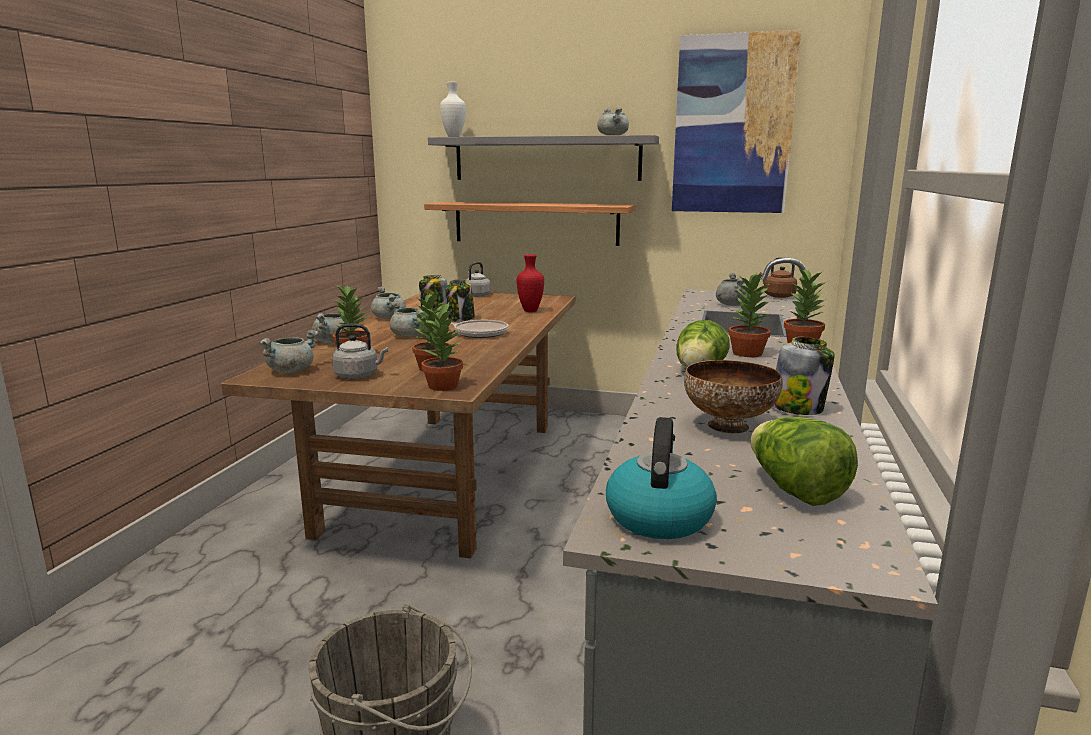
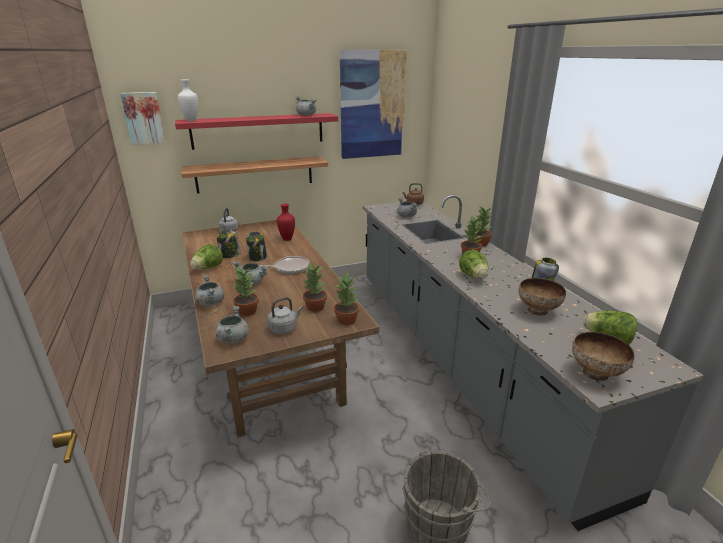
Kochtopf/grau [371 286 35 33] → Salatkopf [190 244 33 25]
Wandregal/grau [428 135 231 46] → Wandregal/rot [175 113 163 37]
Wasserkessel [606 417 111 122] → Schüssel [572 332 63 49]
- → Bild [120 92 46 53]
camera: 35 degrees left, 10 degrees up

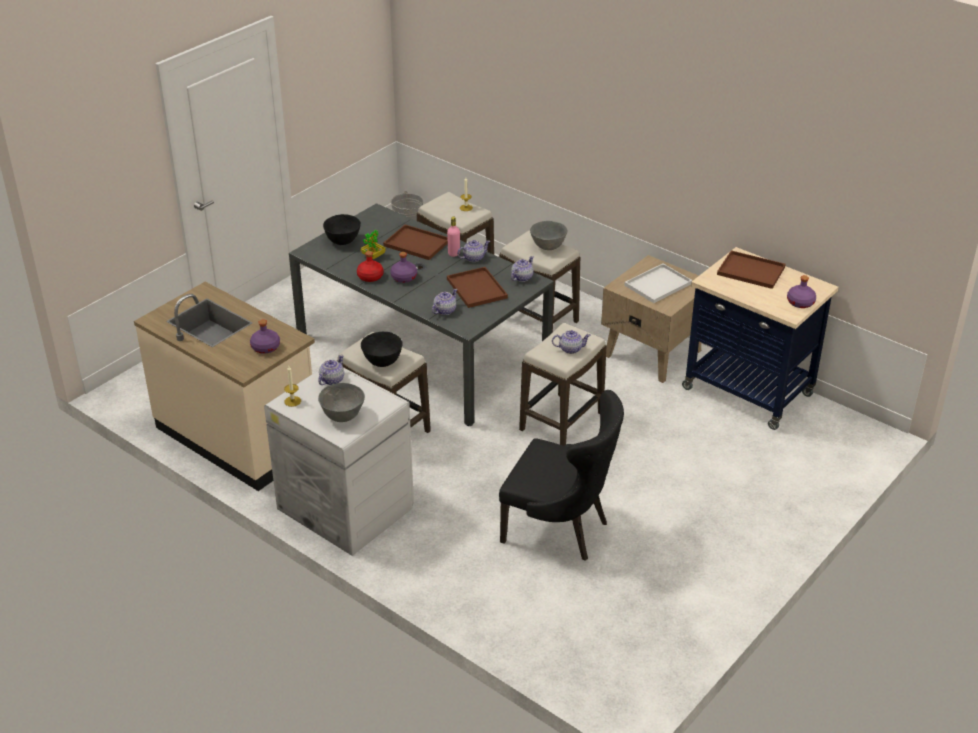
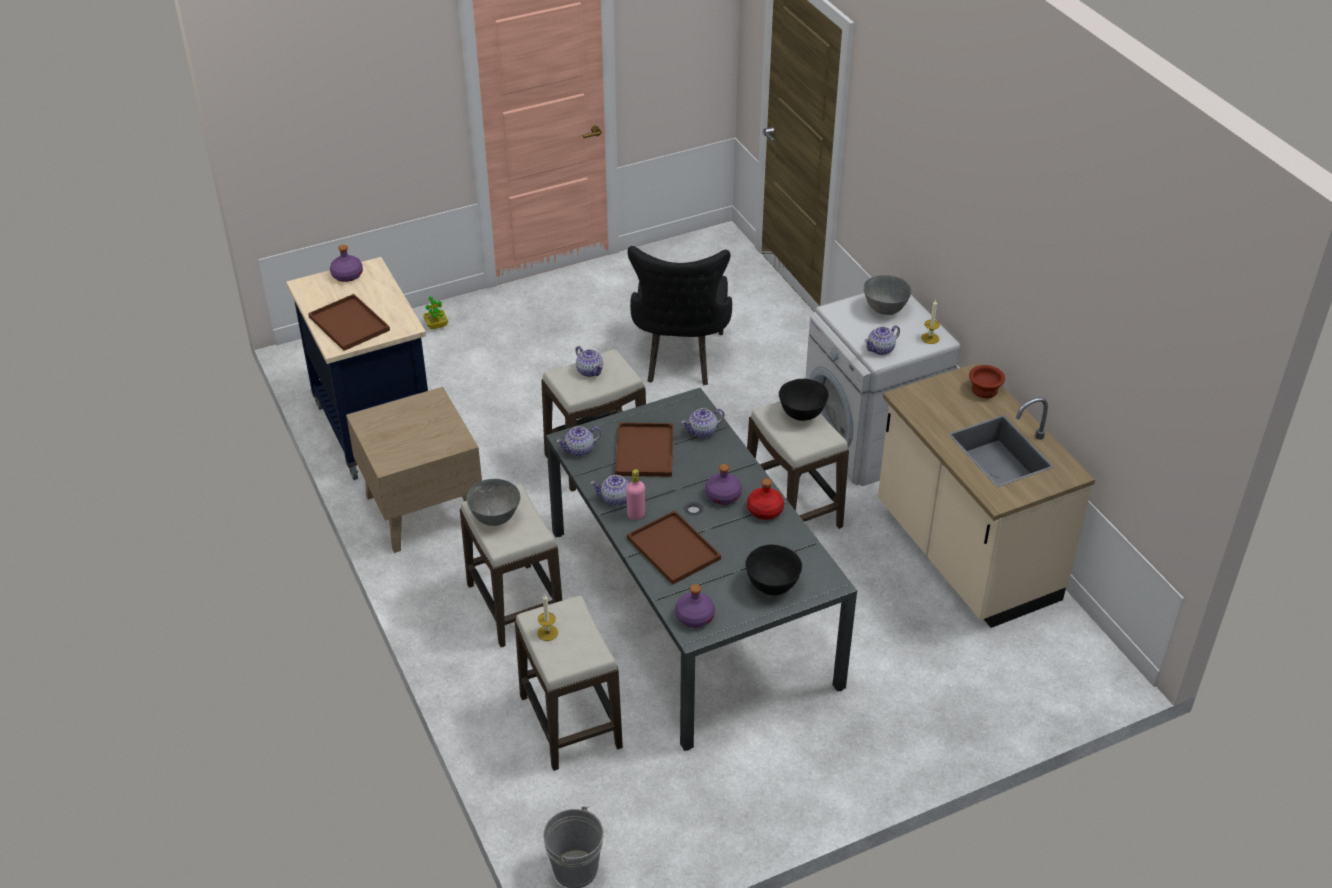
Flasche/lila [250 320 30 34] → Flasche/lila [675 584 40 44], move
Topfpflanze [361 230 25 29] → Topfpflanze [423 296 25 33], move
Stuhl/schwarz [499 390 125 171] → Stuhl/schwarz [628 246 104 139], 135 degrees counterclockwise
Teekanne [552 330 39 24] → Teekanne [575 346 28 31], 150 degrees counterclockwise
Tablett/weiß [624 264 69 39] → -
- → Schüssel/braun [969 365 36 33]
camera: 155 degrees left, 5 degrees up

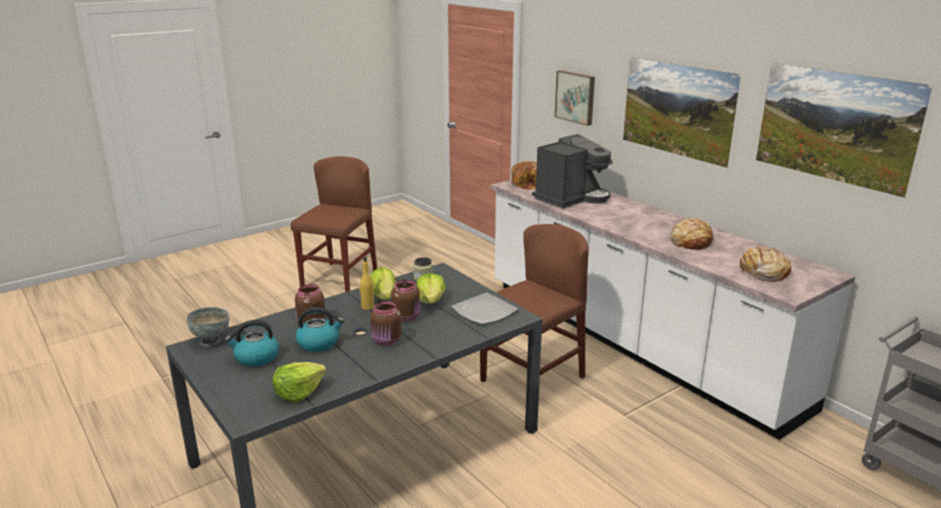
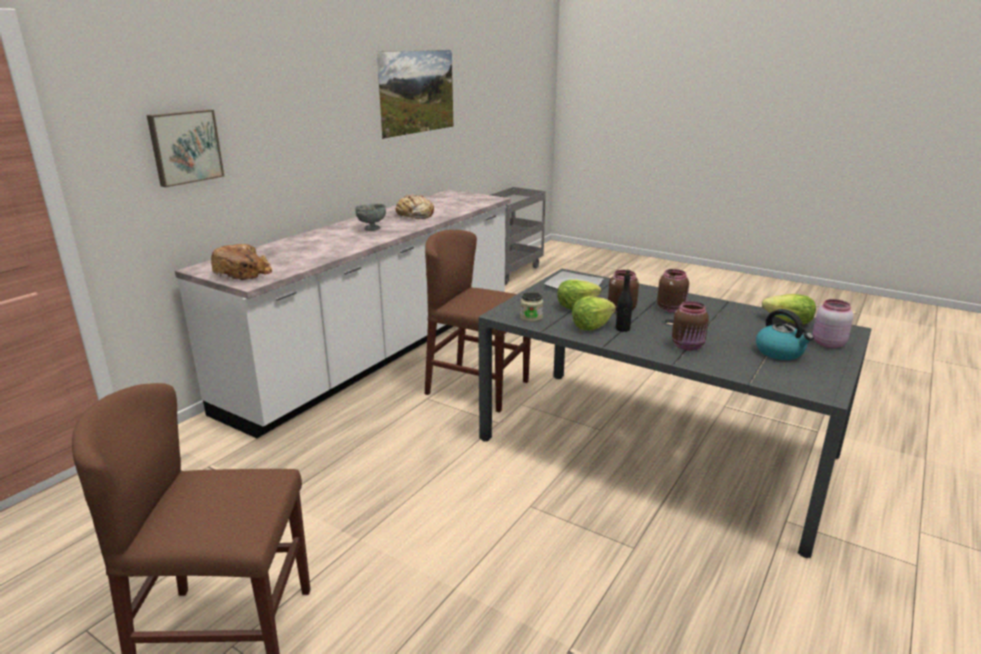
Schüssel/grau [187 307 42 40] → Schüssel/grau [355 204 31 27], move
Wasserkessel [296 307 48 45] → -
Flasche/gelb [360 256 14 54] → Flasche/schwarz [616 269 17 63]
Kaffeemaschine [532 134 81 74] → -
Bild [623 57 118 111] → -
Brot [739 246 52 36] → -
- → Vorratsglas/rosa [813 299 40 49]
camera: 110 degrees left, 0 degrees up

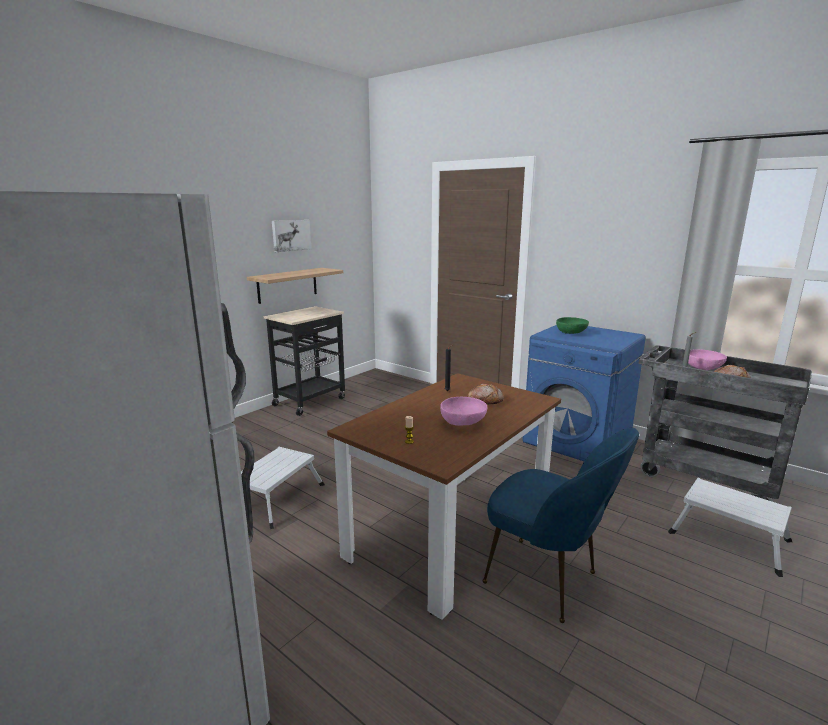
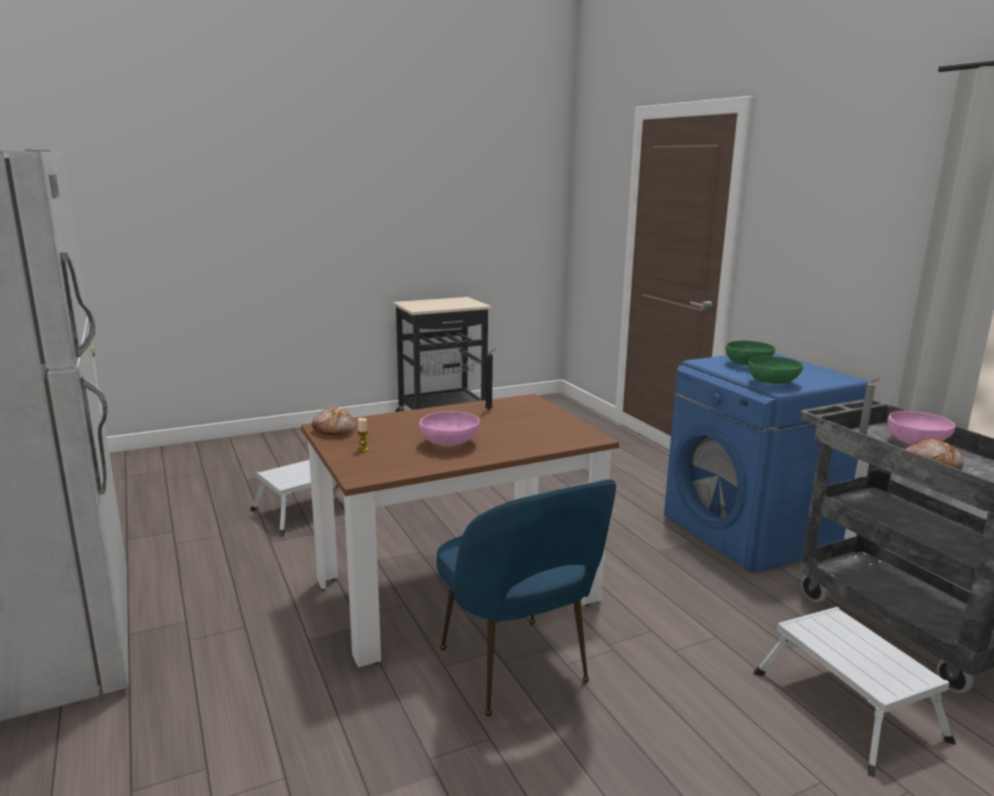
Wandregal [247 268 96 36] → -
Bild [272 220 39 32] → -
Brot [468 384 36 20] → Brot [312 407 44 28], move
- → Schüssel/grün [748 356 55 28]
camera: 25 degrees right, 0 degrees up

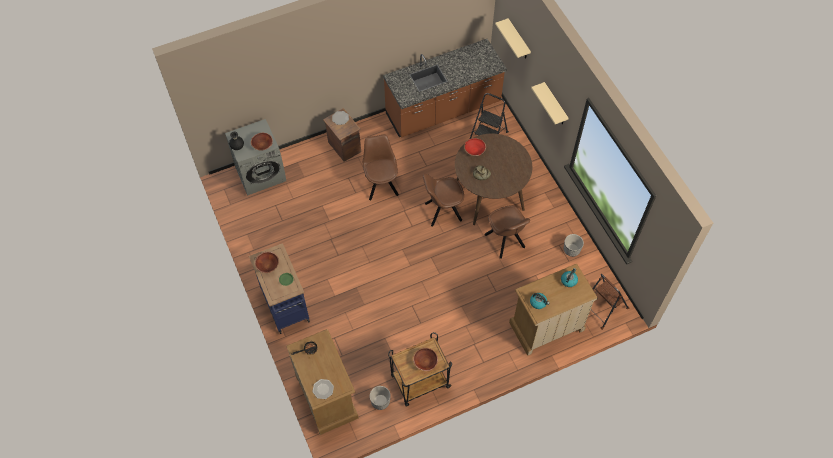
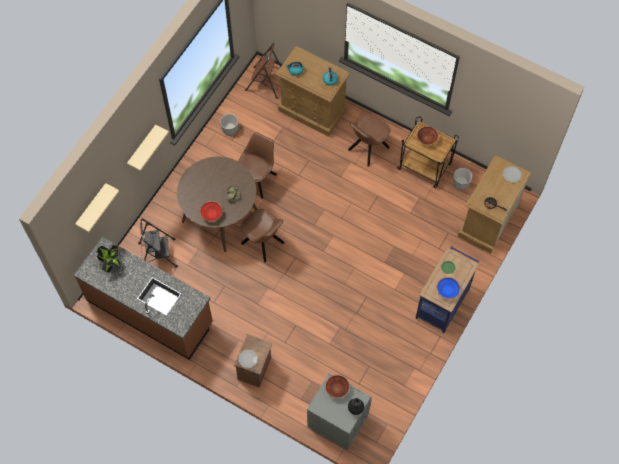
Schüssel/braun [255 252 24 21] → Schüssel/blau [436 277 24 22]
Stuhl/braun [363 135 36 66] → Stuhl/braun [348 114 43 53], move
- → Topfpflanze [97 245 24 28]
camera: 125 degrees left, 5 degrees up

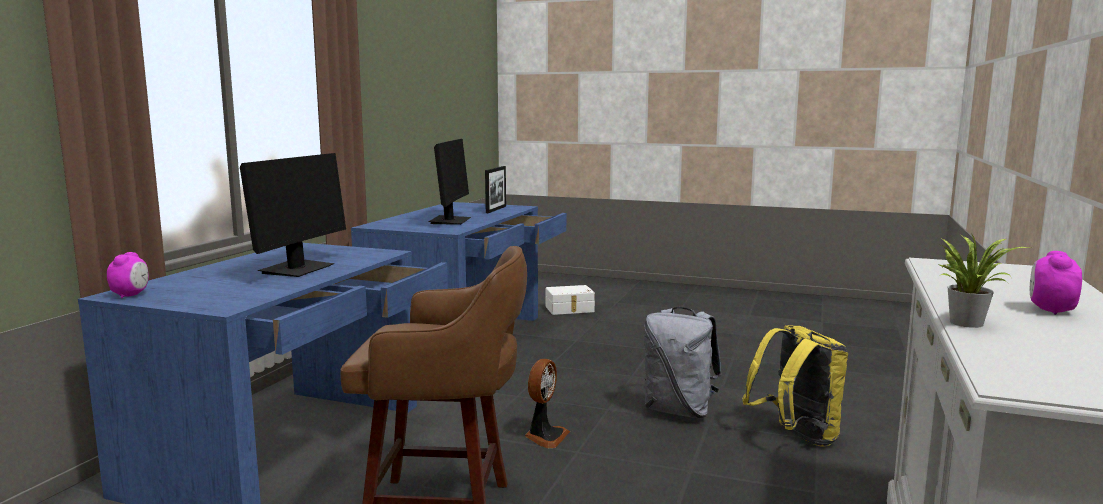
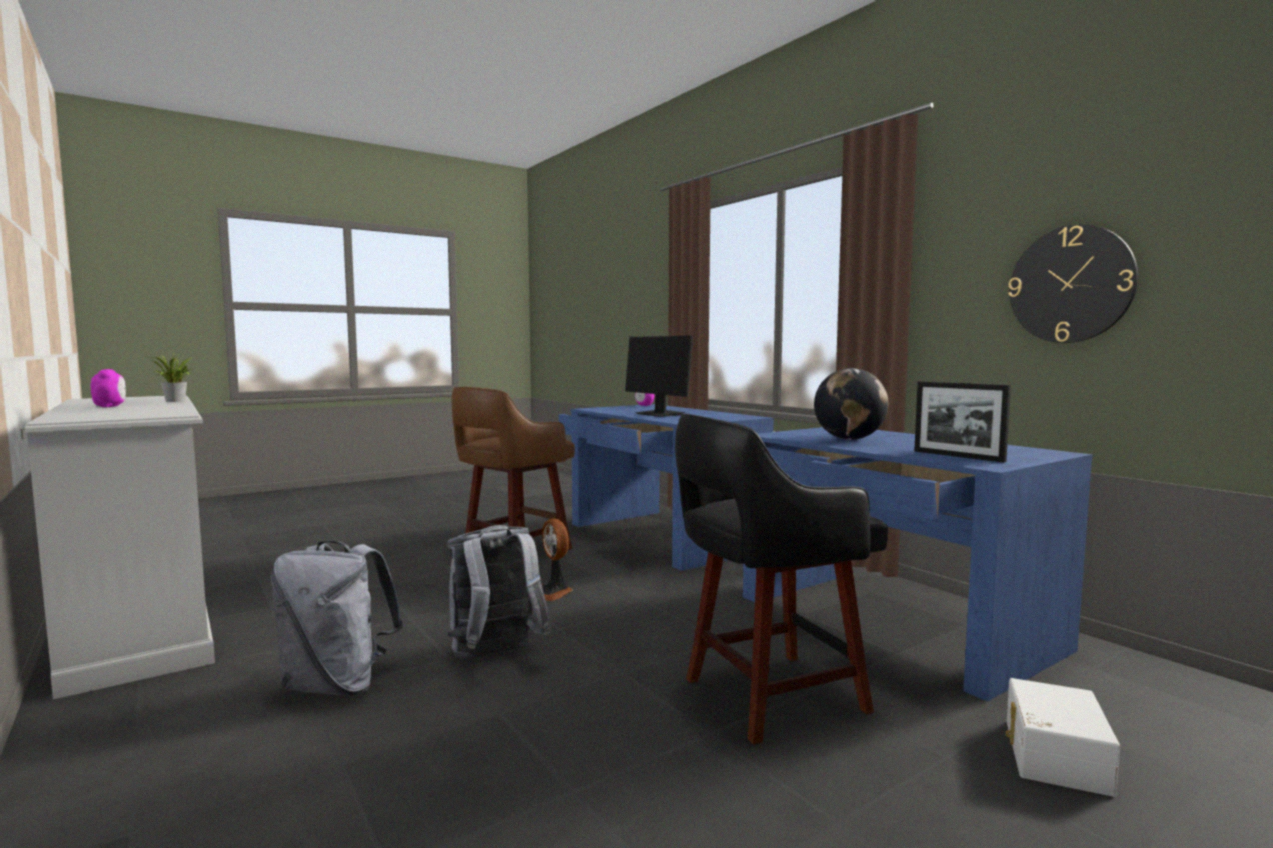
Monitor [428 139 43 86] → Globus [814 368 74 72]
Rucksack/gelb [742 325 106 122] → Rucksack/grau [271 541 132 154]
- → Hocker/schwarz [675 414 213 331]
- → Wanduhr [1008 225 130 118]
camera: 125 degrees right, 5 degrees down

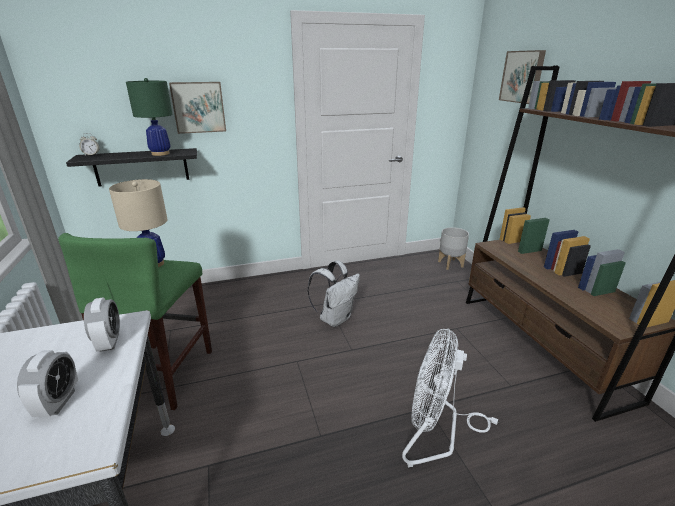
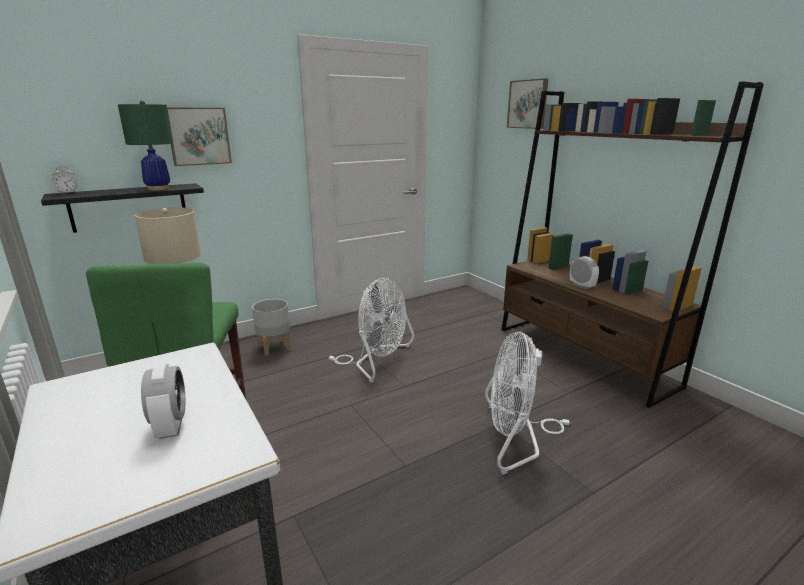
Wecker [84 297 36 55] → Wecker [570 256 29 33], move
Rucksack/weiß [307 261 53 66] → Ventilator/weiß [329 278 85 105]
Pflanzkübel/grau [438 227 31 43] → Pflanzkübel/grau [252 299 38 57], move
camera: 15 degrees left, 5 degrees down

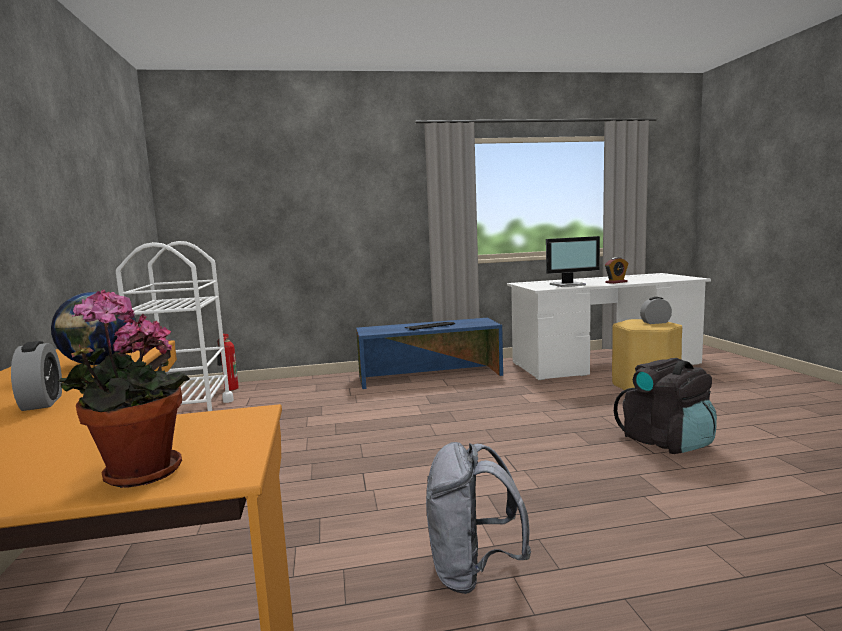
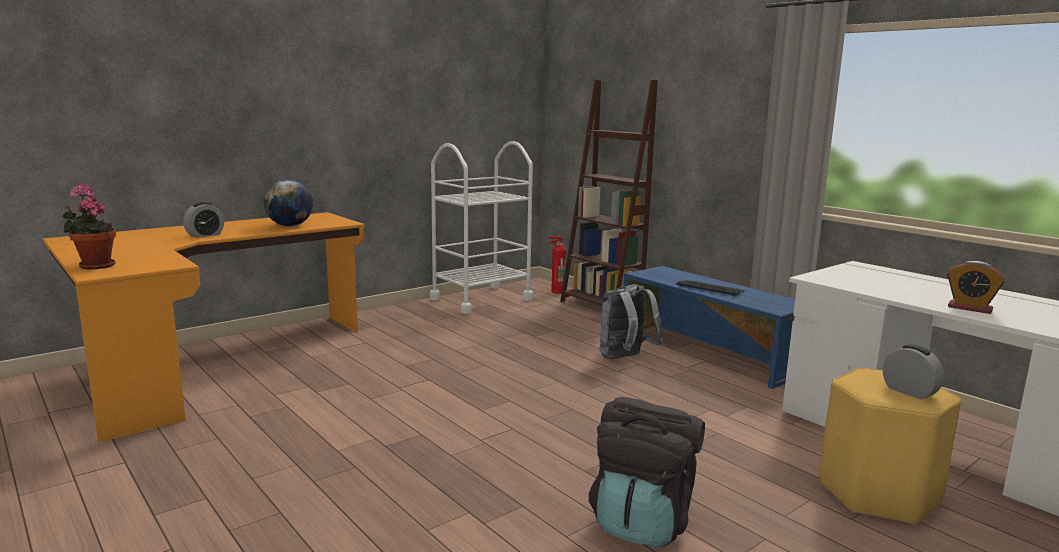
Rucksack/grau [426 442 105 152] → Rucksack/grau [600 284 63 75], move
Monitor [546 236 54 51] → -
- → Bücherregal/braun [560 80 98 226]
camera: 60 degrees right, 5 degrees up

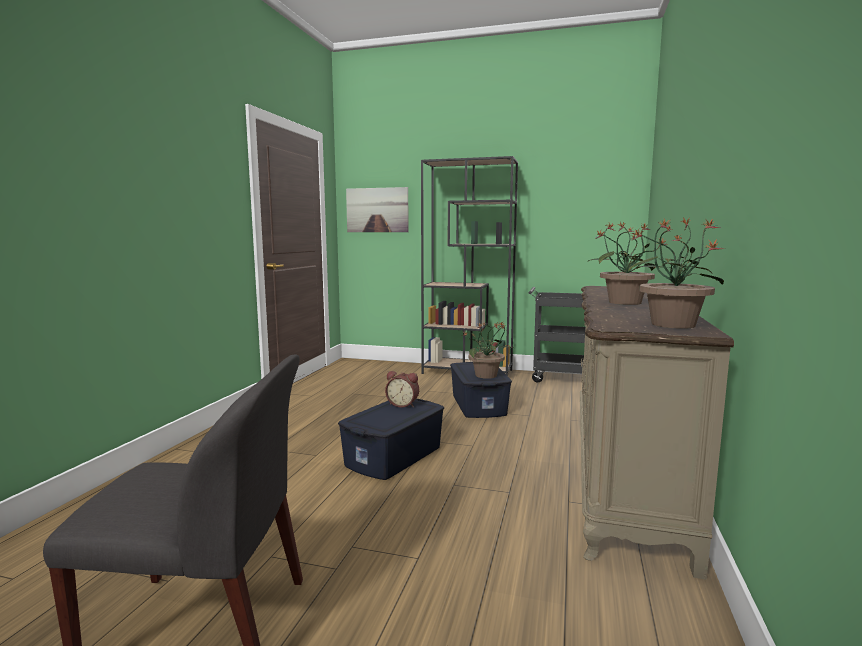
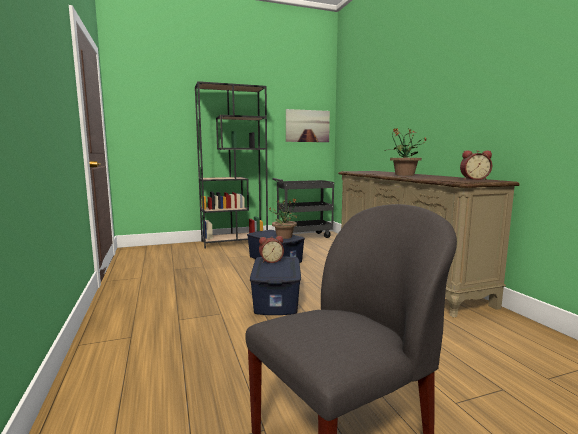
Bild [346 187 63 45] → Bild [286 109 44 33], move
Topfpflanze [628 218 97 111] → Wecker [460 150 32 30]
camera: 35 degrees left, 0 degrees up

